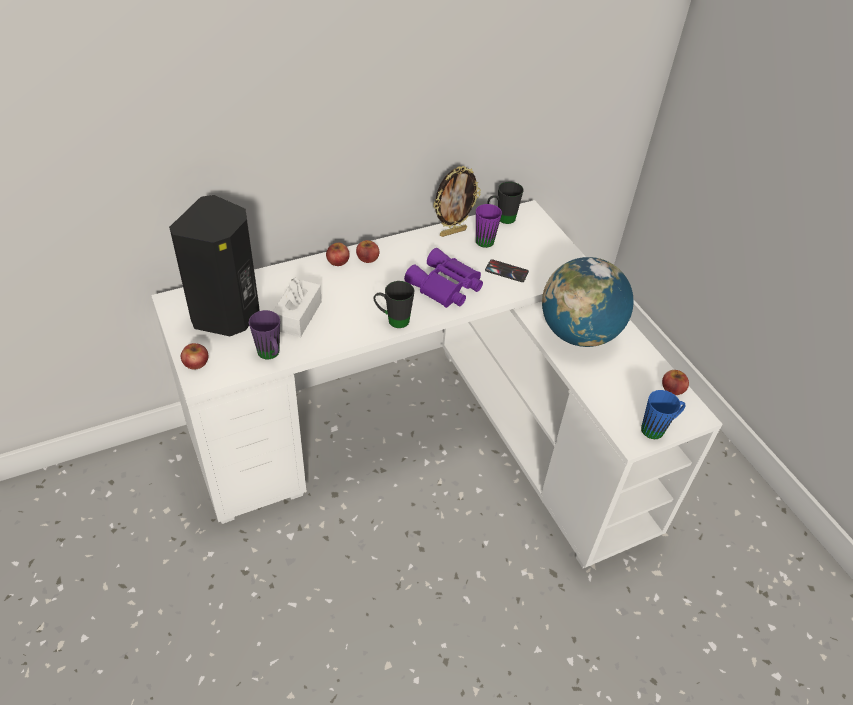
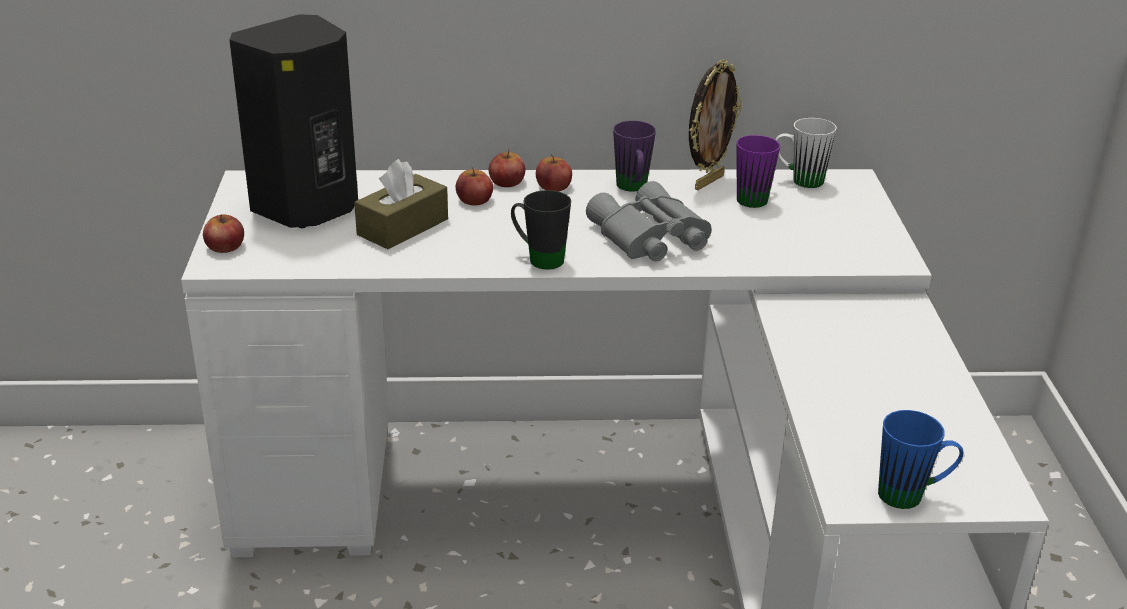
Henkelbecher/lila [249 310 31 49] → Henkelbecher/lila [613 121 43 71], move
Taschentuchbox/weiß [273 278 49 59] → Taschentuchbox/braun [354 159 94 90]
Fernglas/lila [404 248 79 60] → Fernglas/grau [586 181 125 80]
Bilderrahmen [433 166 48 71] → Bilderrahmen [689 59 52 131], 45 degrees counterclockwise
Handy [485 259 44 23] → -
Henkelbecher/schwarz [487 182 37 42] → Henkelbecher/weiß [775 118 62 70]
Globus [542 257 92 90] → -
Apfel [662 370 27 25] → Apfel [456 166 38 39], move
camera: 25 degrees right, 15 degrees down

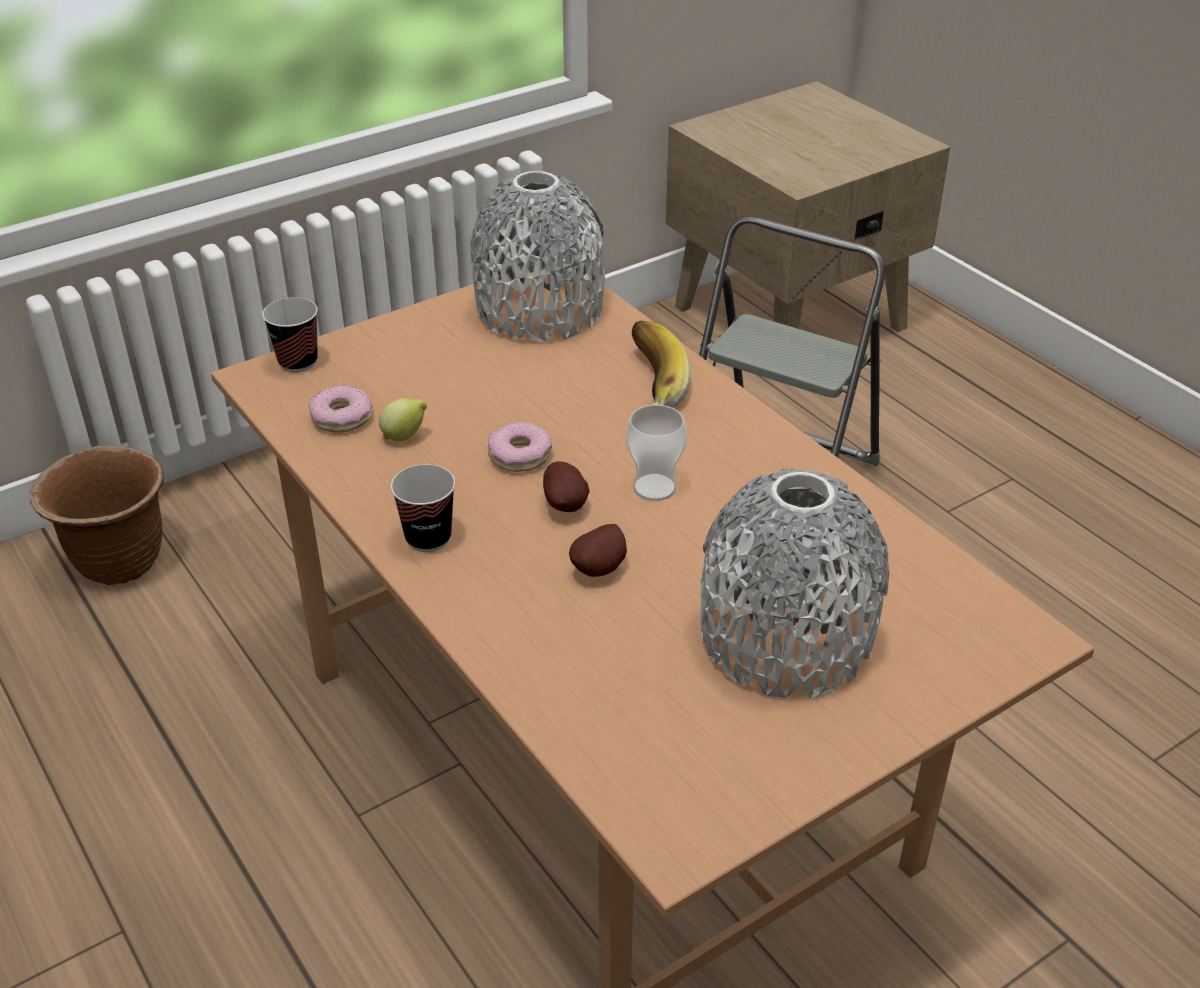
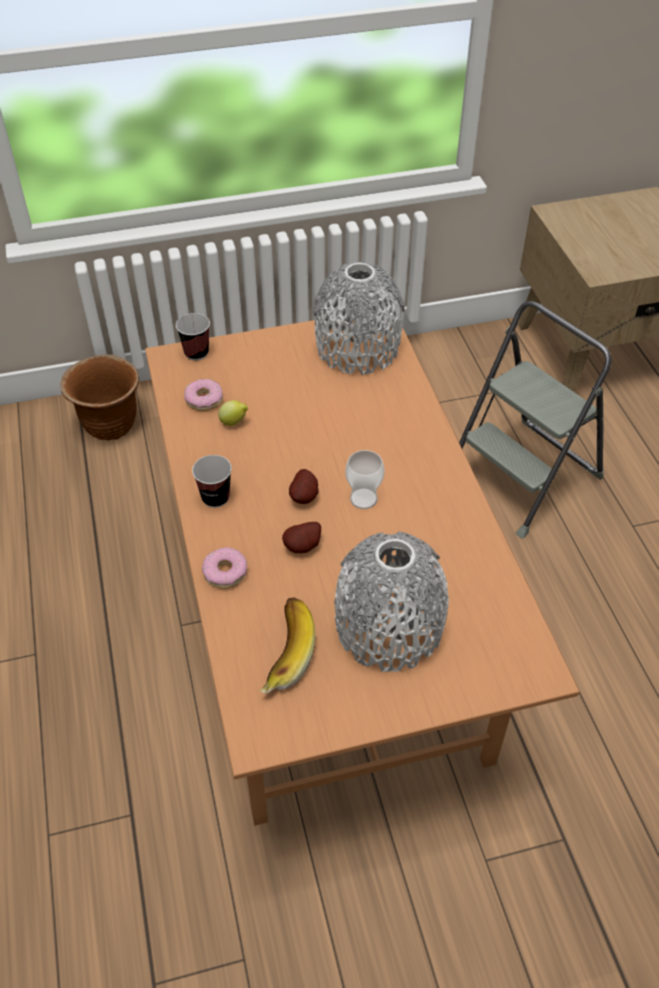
Donut [488 422 64 50] → Donut [202 547 45 42], move
Banane [632 320 59 87] → Banane [259 597 57 96], move
camera: 20 degrees right, 10 degrees up

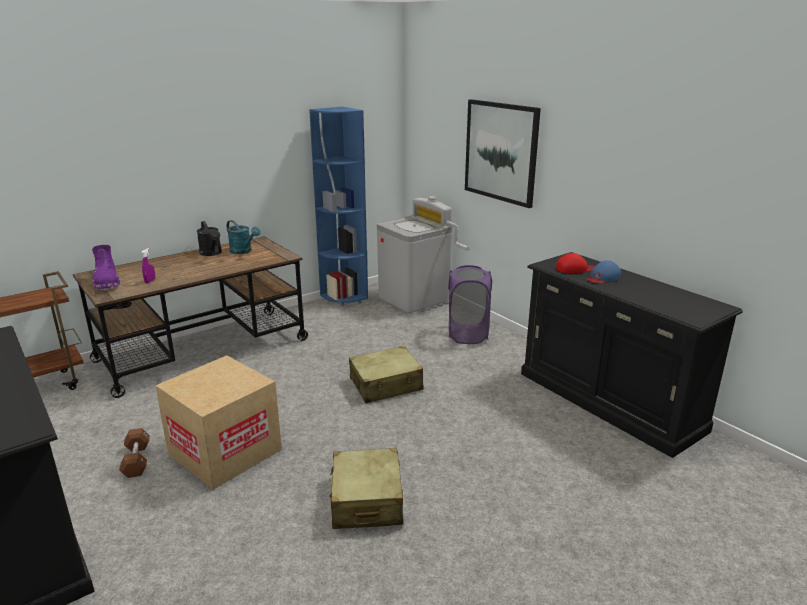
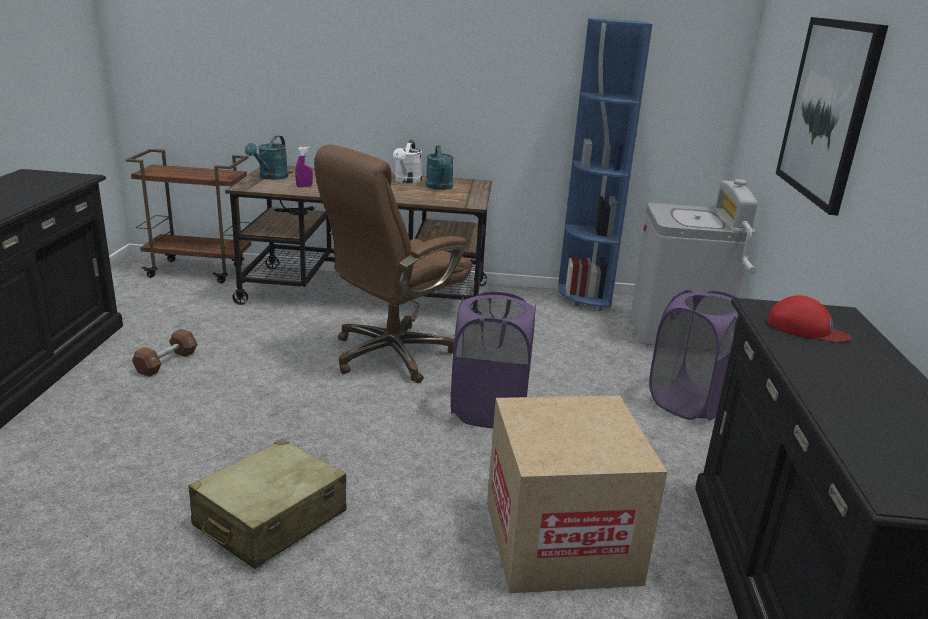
Stiefel/lila [92 245 28 45] → Gießkanne/türkis [245 135 43 45]
Karton [155 355 127 135] → Karton [487 395 180 199], move
Gießkanne/schwarz [197 221 25 35] → Gießkanne/weiß [393 140 29 43]
Koffer/beige [349 346 74 57] → Wäschekorb/lila [451 291 85 137]
Kappe/blau [587 260 34 24] → -
- → Bürostuhl/braun [314 145 158 238]
camera: 40 degrees right, 0 degrees up

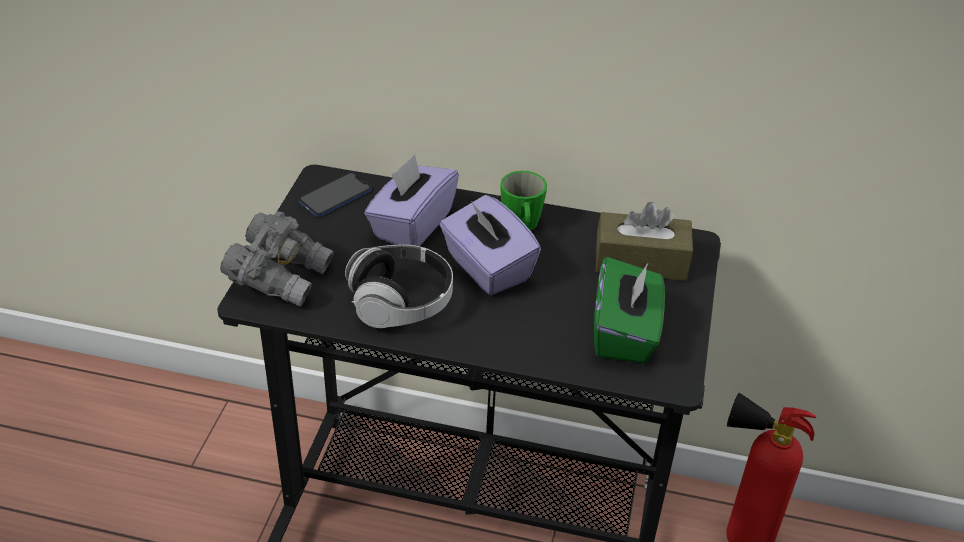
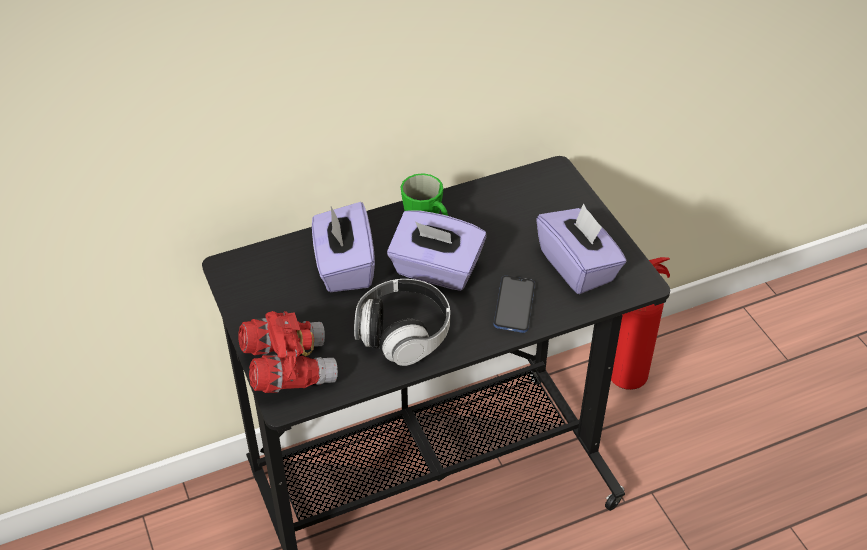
Fernglas/grau [220 211 114 96] → Fernglas/rot [239 311 99 82]
Handy [299 172 72 45] → Handy [493 275 42 58], move
Taschentuchbox/grün [594 257 71 106] → Taschentuchbox/lila [536 203 91 91]
Taschentuchbox/braun [596 202 97 79] → -
camera: 35 degrees left, 5 degrees up

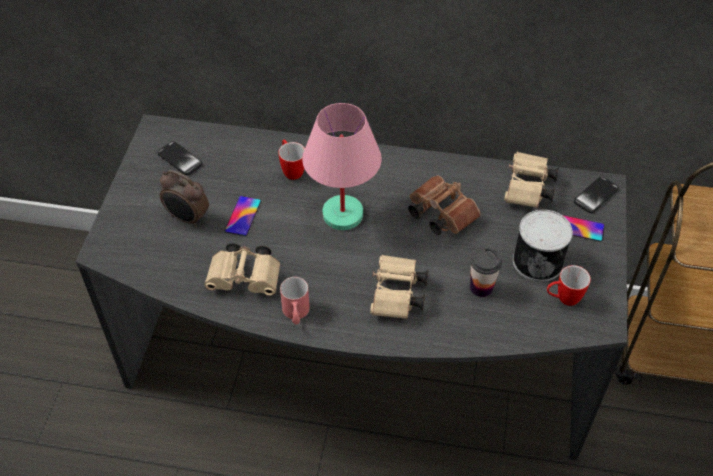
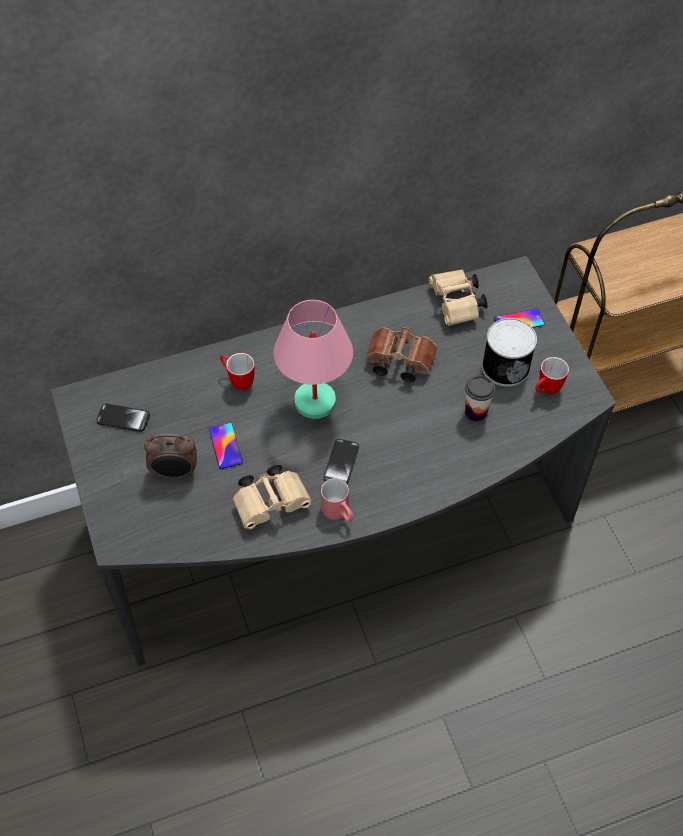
Fernglas/beige [370 255 58 64] → -
Handy [574 176 45 37] → Handy [323 439 36 45], move
camera: 30 degrees left, 5 degrees up

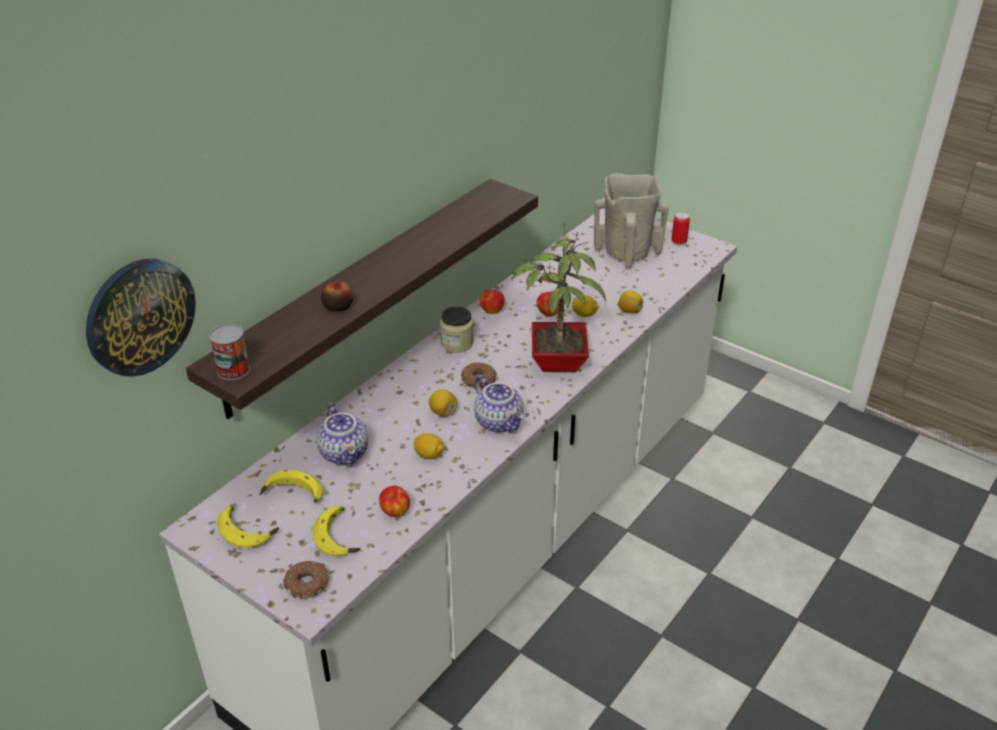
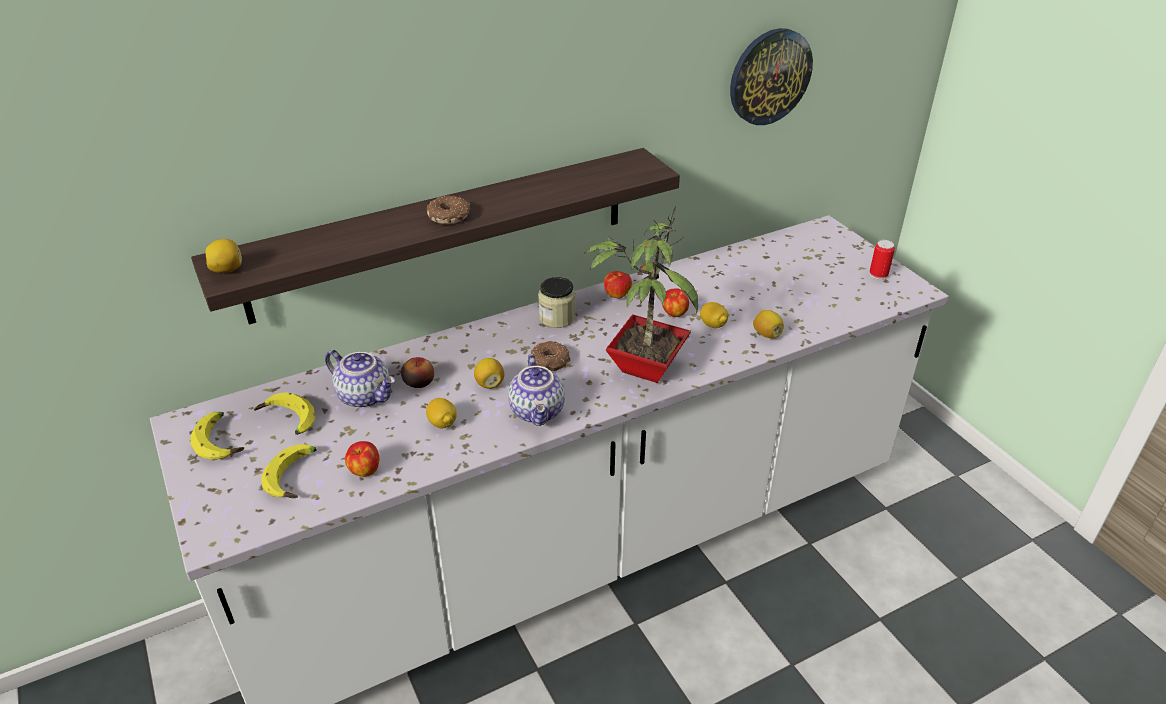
Wanduhr [86 259 110 118] → Wanduhr [730 28 83 97], move
Dose [209 324 41 56] → Zitrone [205 239 37 34]
Donut [283 561 46 38] → Donut [427 196 43 28], move
Teekanne [316 403 52 63] → Teekanne [325 350 70 58], 60 degrees counterclockwise
Apfel [321 282 32 30] → Apfel [401 357 33 31], move
Vase/beige [594 173 75 95] → -
camera: 25 degrees right, 0 degrees up

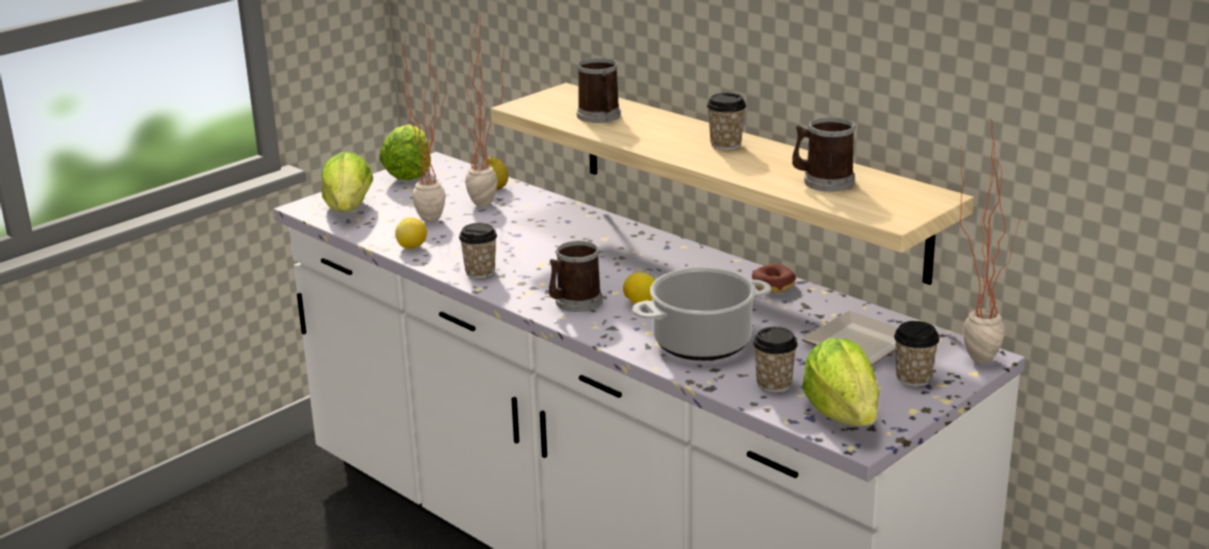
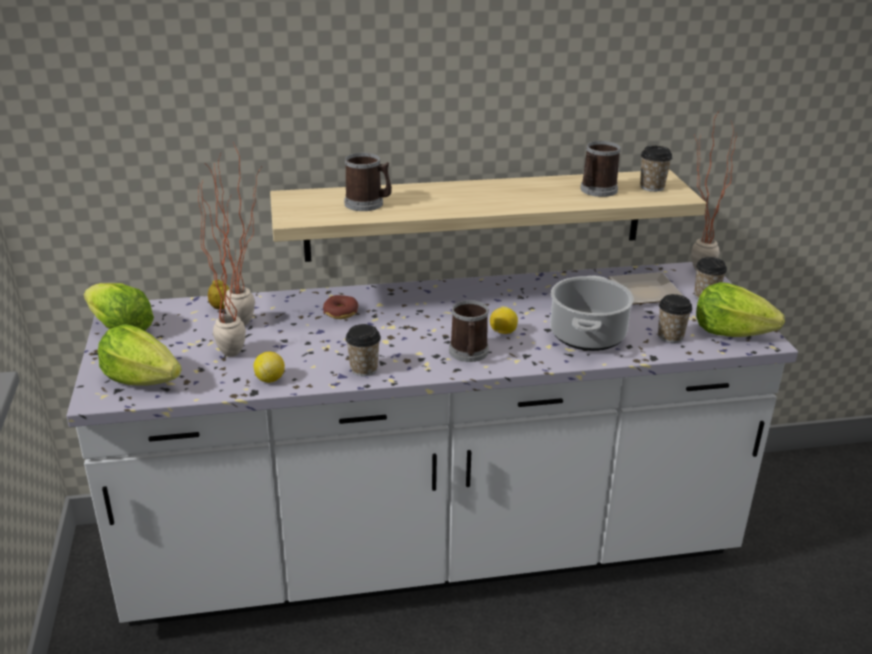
Tasse [707 93 39 57] → Tasse [640 146 32 46], move
Donut [752 264 44 28] → Donut [323 295 35 24], move
camera: 55 degrees left, 5 degrees up

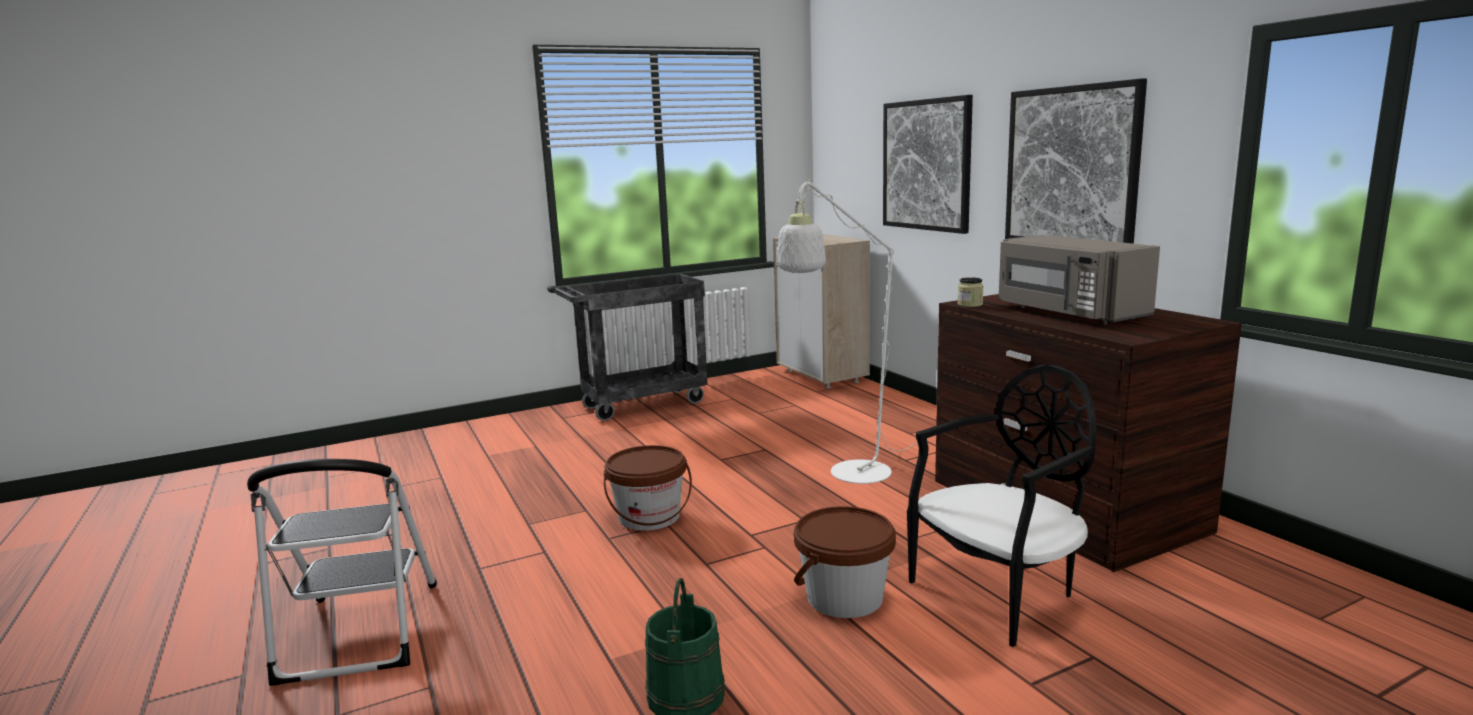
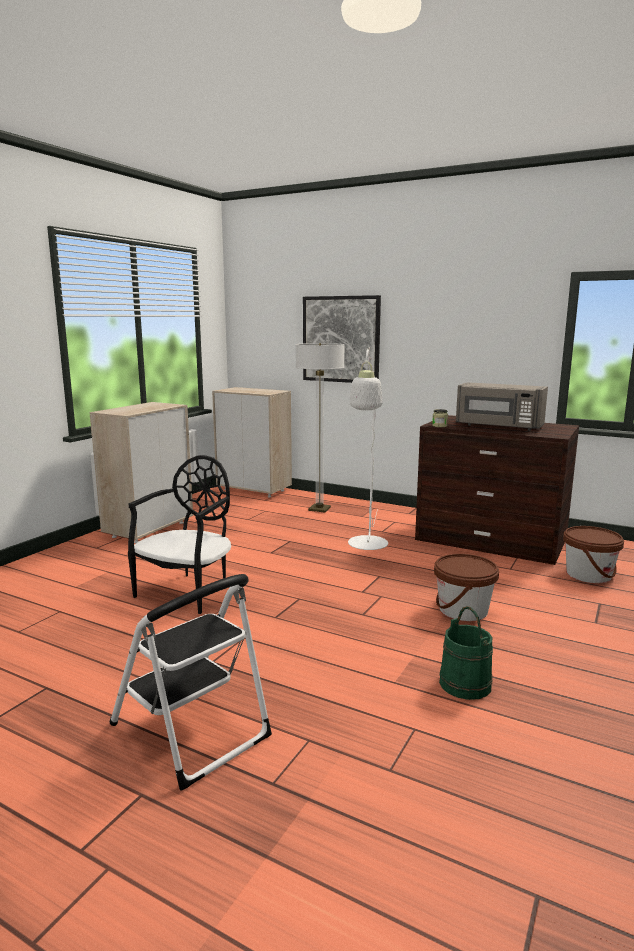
Rollwagen/grau [555 274 153 147] → Schrank/beige [90 402 103 141]
Eimer/braun [604 445 88 86] → Eimer/braun [563 526 61 57], move
Stuhl/schwarz [907 365 190 282] → Stuhl/schwarz [128 455 103 159], move
Bild [1005 78 142 166] → -
- → Stehlampe [295 343 50 169]
camera: 35 degrees left, 0 degrees up

